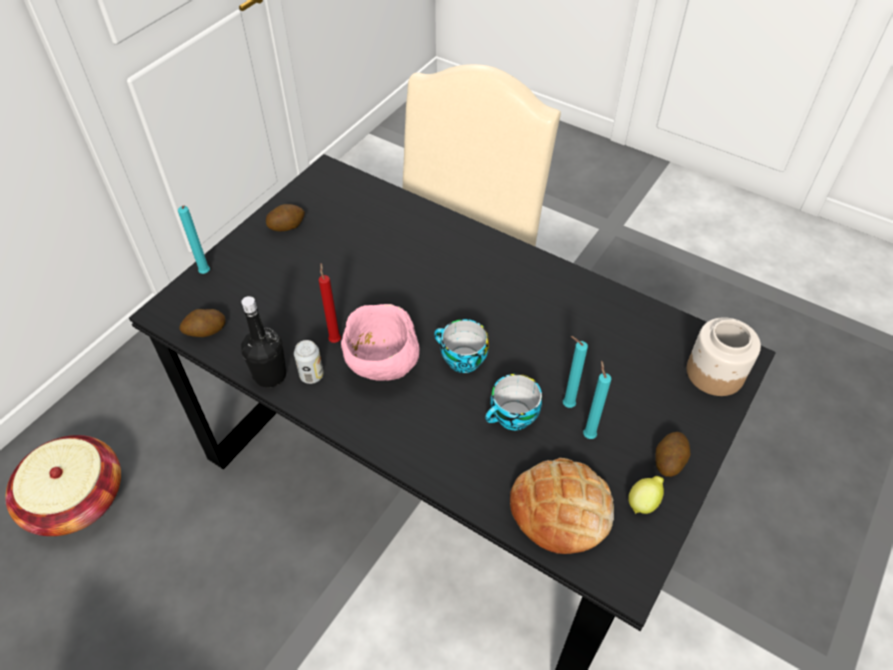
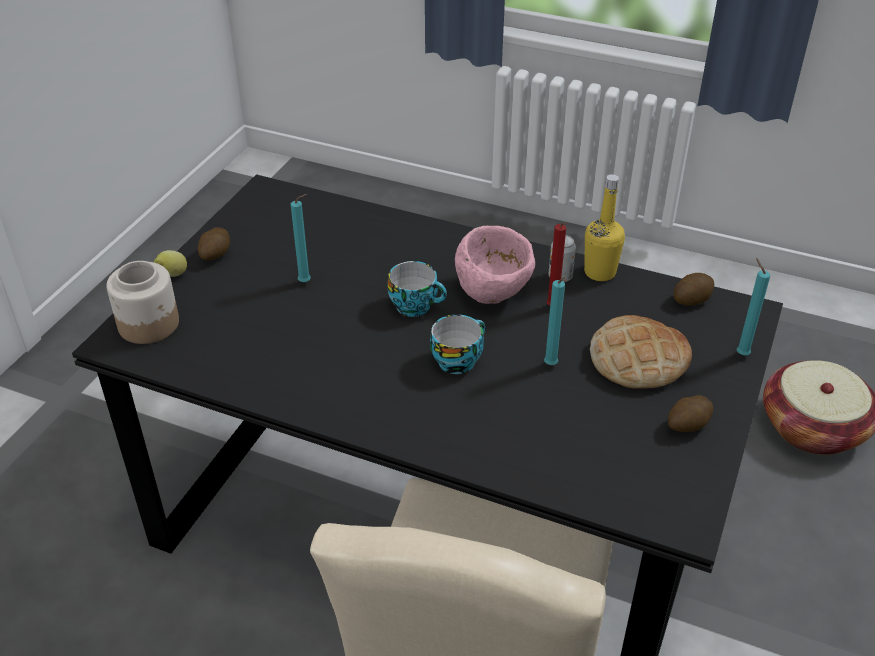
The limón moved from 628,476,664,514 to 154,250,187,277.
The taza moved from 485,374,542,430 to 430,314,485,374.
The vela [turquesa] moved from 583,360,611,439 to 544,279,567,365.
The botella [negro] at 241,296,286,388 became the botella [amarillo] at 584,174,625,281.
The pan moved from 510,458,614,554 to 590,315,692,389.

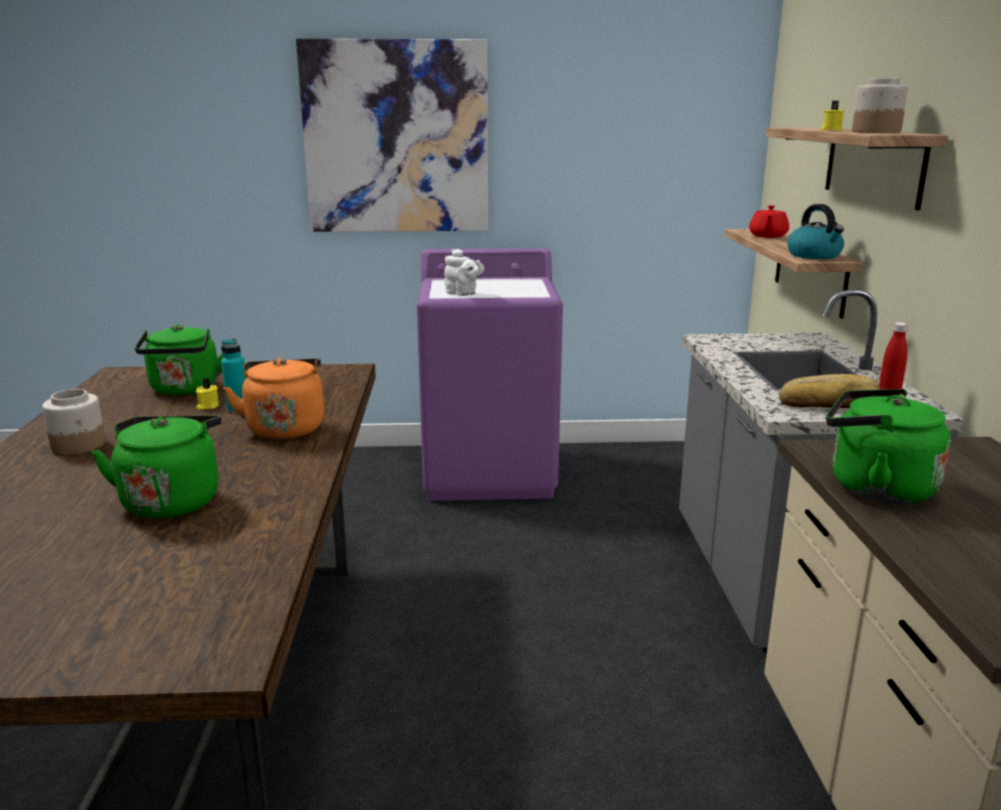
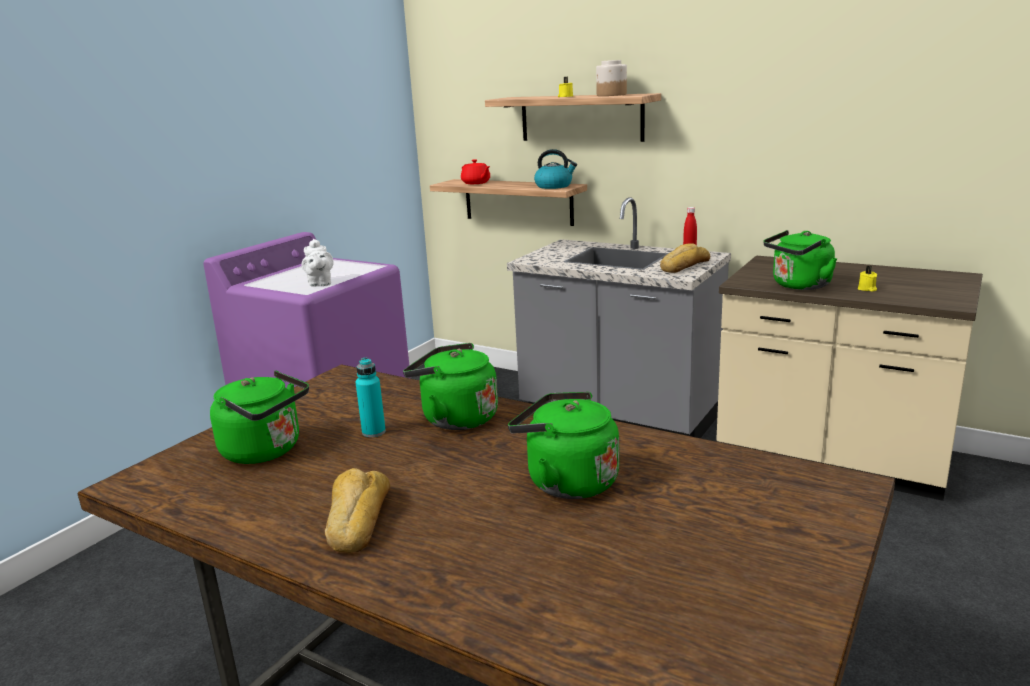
The tetera [blanco] at 444,249,484,296 turned 90 degrees clockwise.
The tarro at 42,389,106,455 was replaced by the pan at 325,468,390,553.
The hervidor [naranja] at 223,358,324,439 became the hervidor [verde] at 403,343,498,430.
The vela [amarillo] moved from 196,378,219,410 to 858,266,877,292.
The cuadro at 296,39,488,232 disappeared.

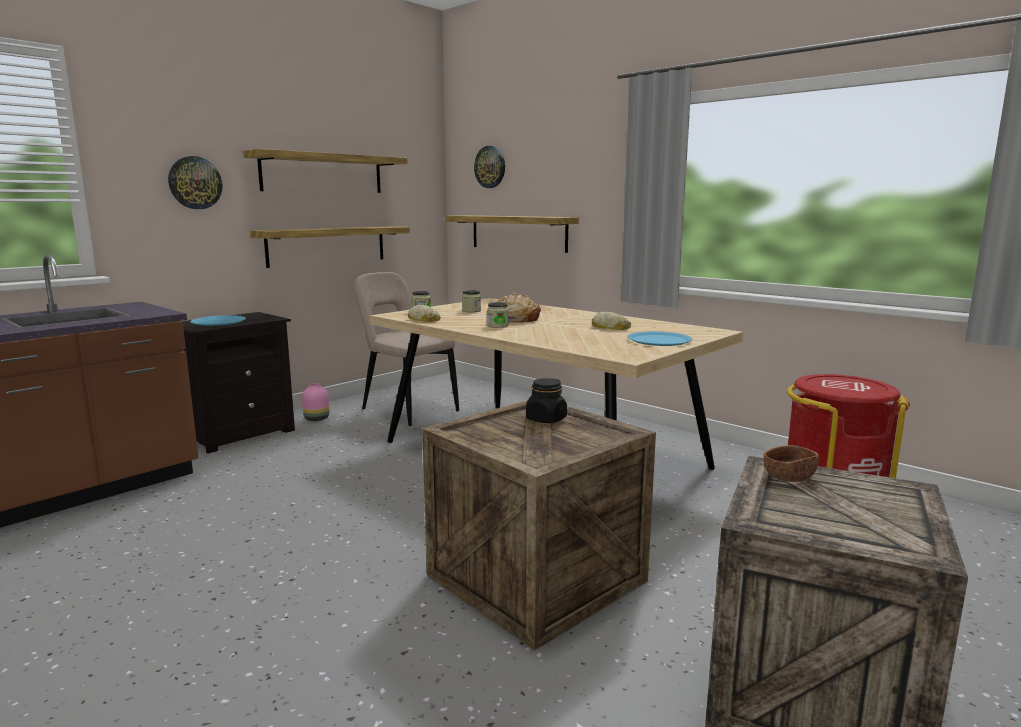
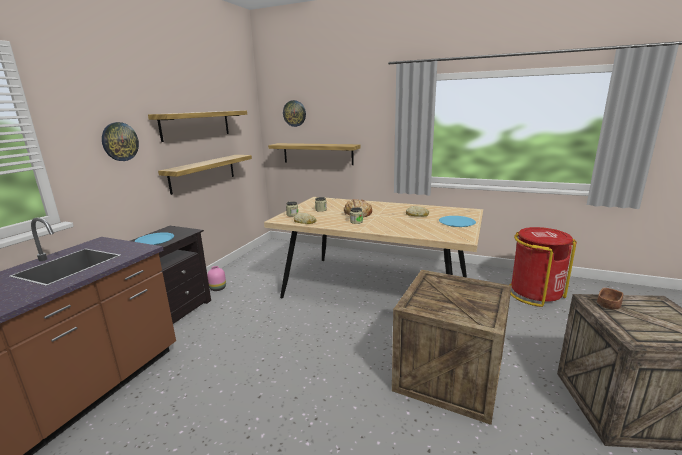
The silla [beis] at 354,272,459,426 disappeared.
The tarro [negro] at 526,378,567,423 disappeared.

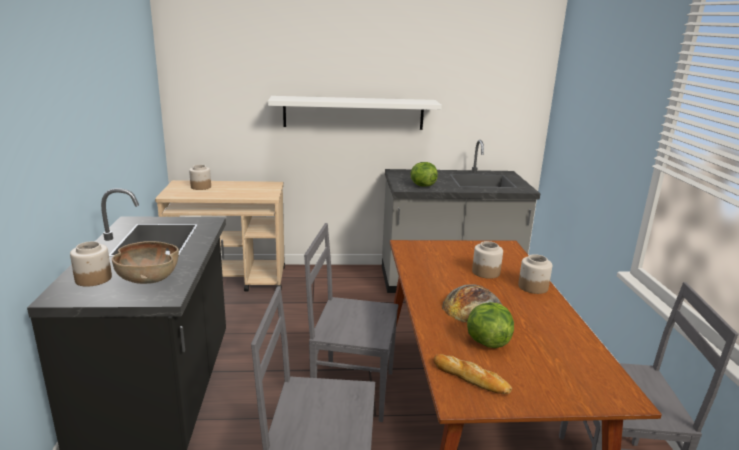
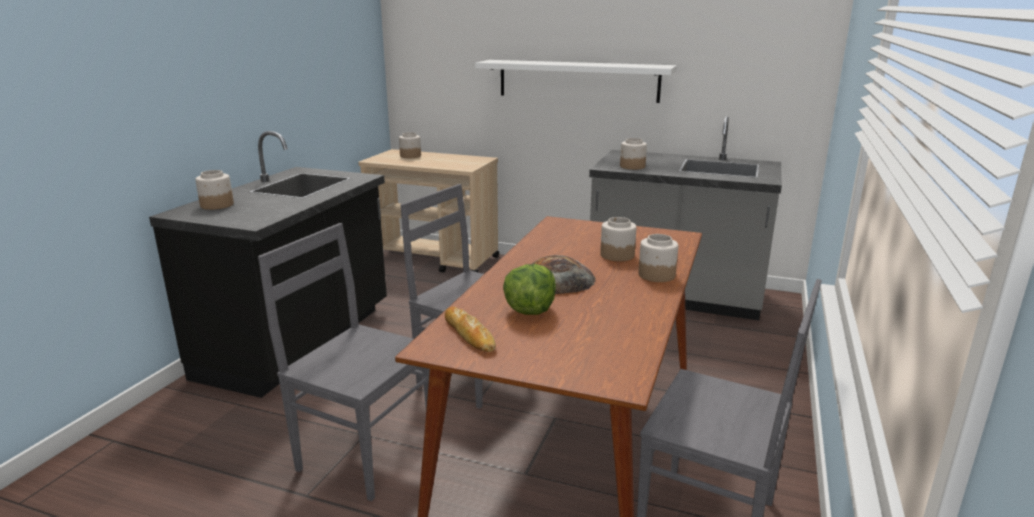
The lechuga at 410,162,438,187 was replaced by the tarro at 620,138,647,170.
The cuenco [marrón] at 112,241,179,284 disappeared.

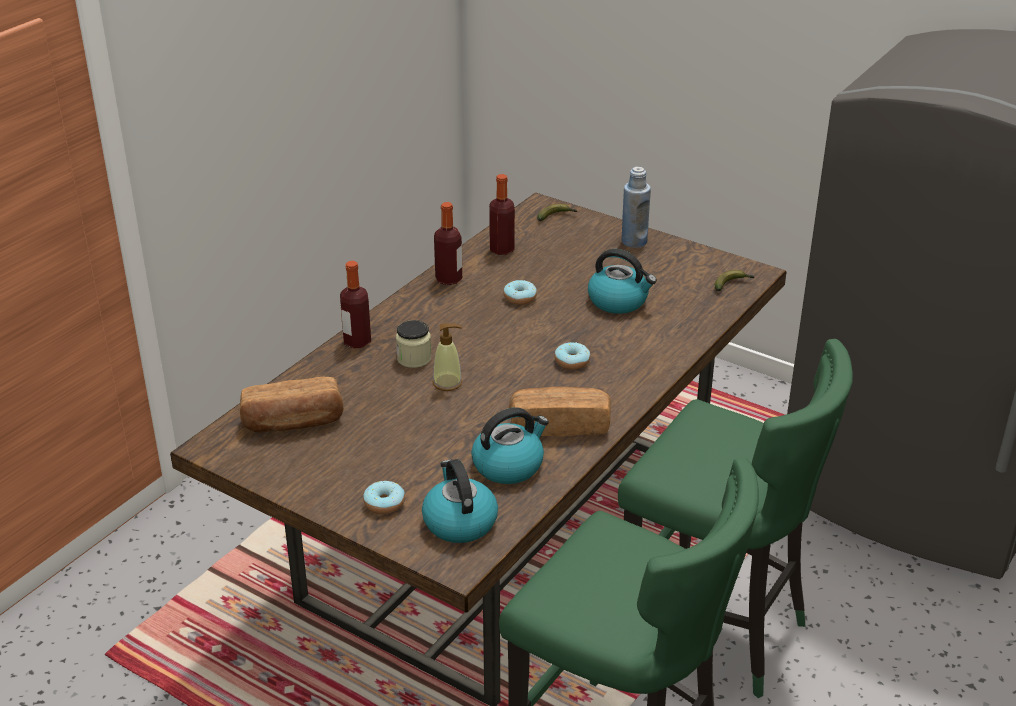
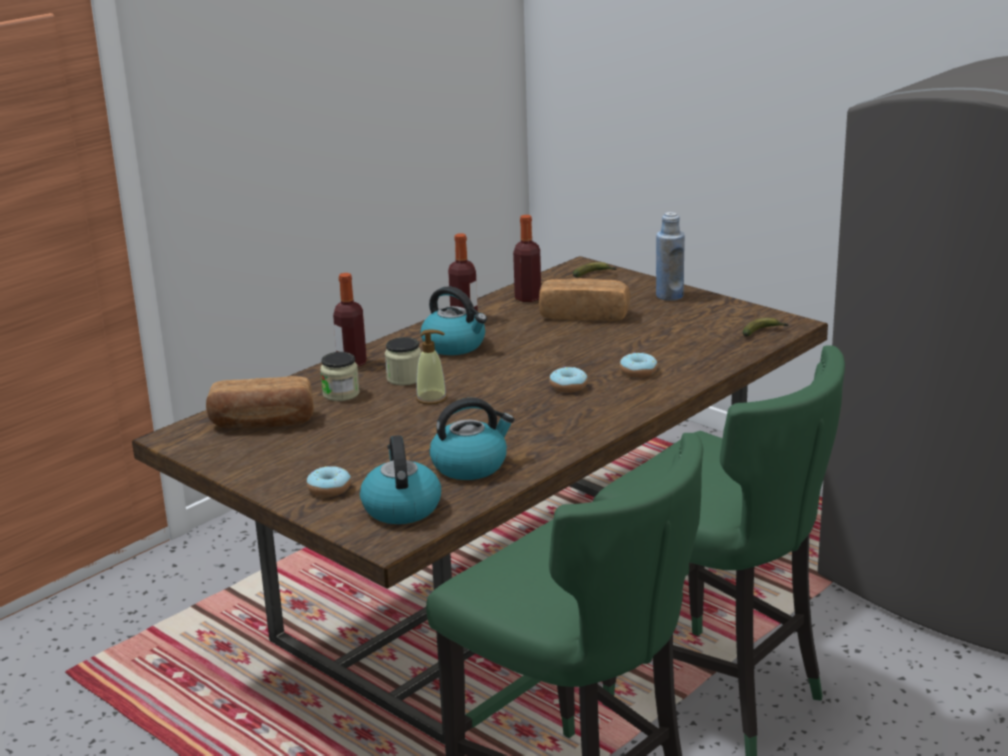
The tarro at 320,352,360,401 appeared.
The hervidor moved from 588,249,657,314 to 421,286,487,355.
The pan moved from 509,386,611,436 to 539,278,630,321.
The rosquilla moved from 503,280,537,305 to 620,352,658,378.

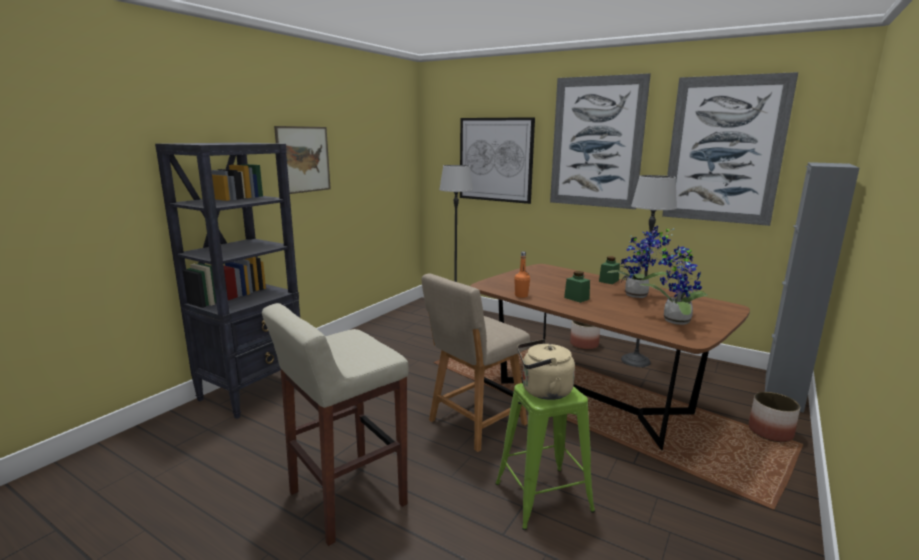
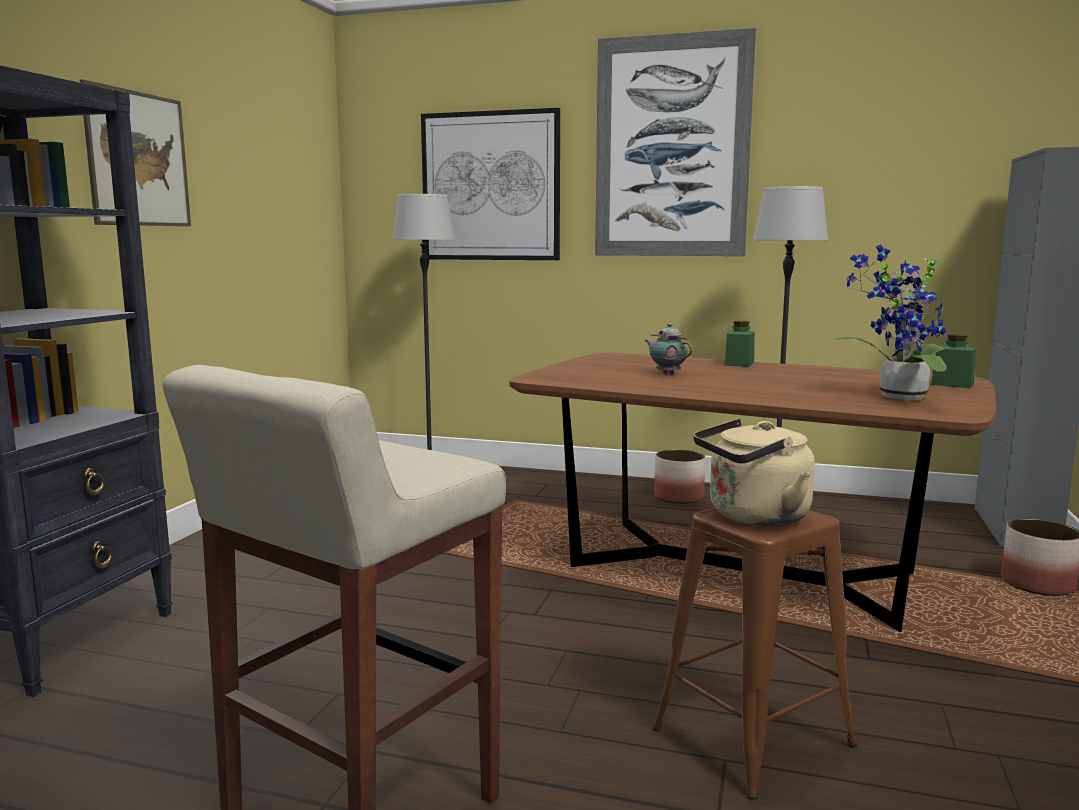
The tetera at 645,323,693,375 appeared.
The taburete [verde] at 495,383,595,530 became the taburete [marrón] at 652,508,857,800.
The tarro [verde] moved from 564,271,590,303 to 931,334,976,388.
The silla [beis] at 422,273,530,452 disappeared.
The botella [naranja] at 514,252,530,298 disappeared.
The planta en maceta at 607,226,674,298 disappeared.
The cuadro at 662,72,798,226 disappeared.

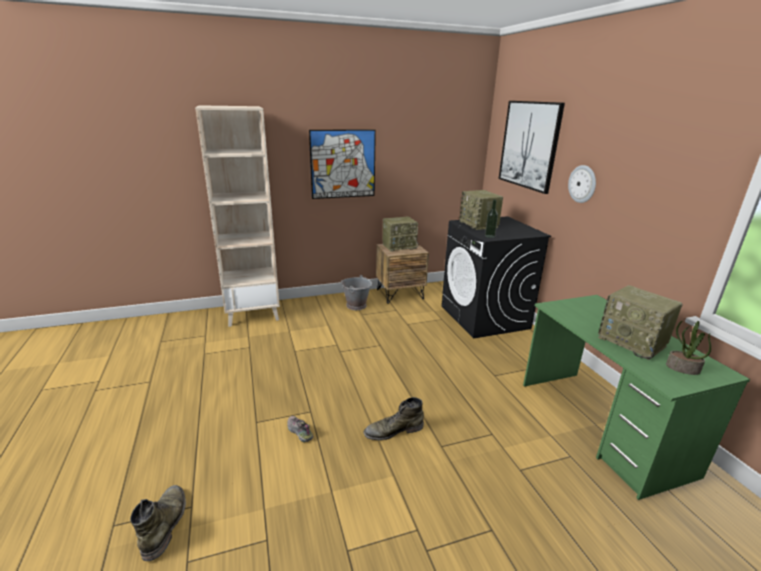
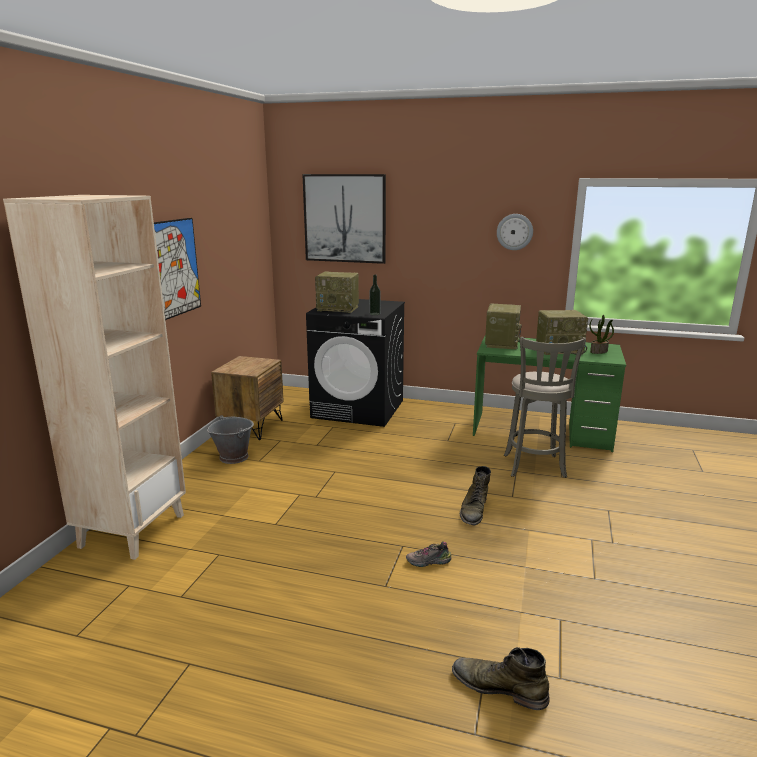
The radio moved from 382,216,419,251 to 485,304,522,349.
The reloj de pared moved from 568,165,596,203 to 497,214,533,250.
The taburete [gris] at 504,337,586,478 appeared.

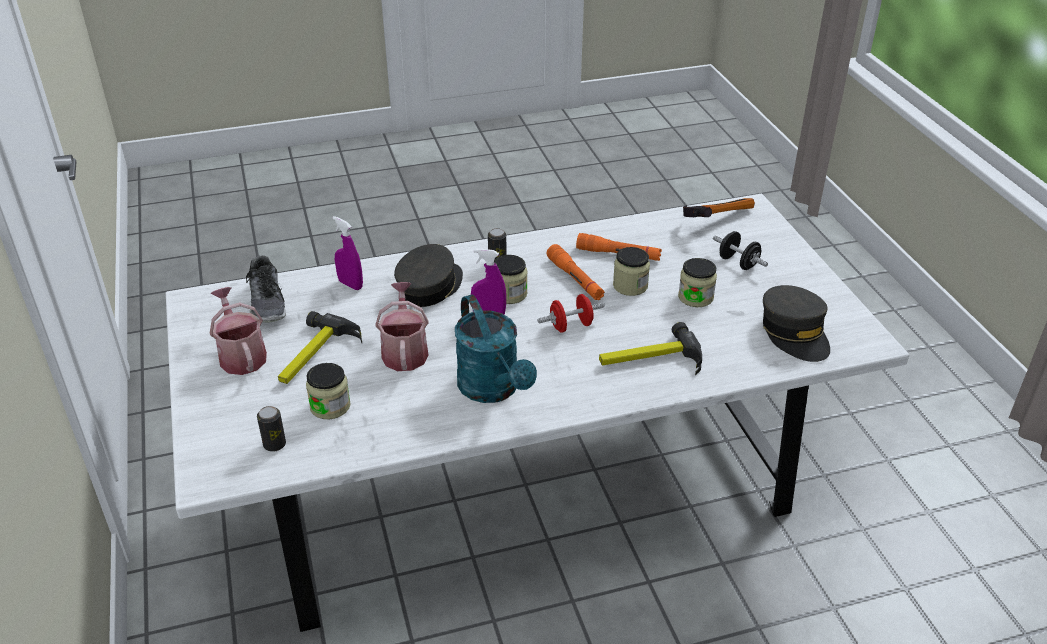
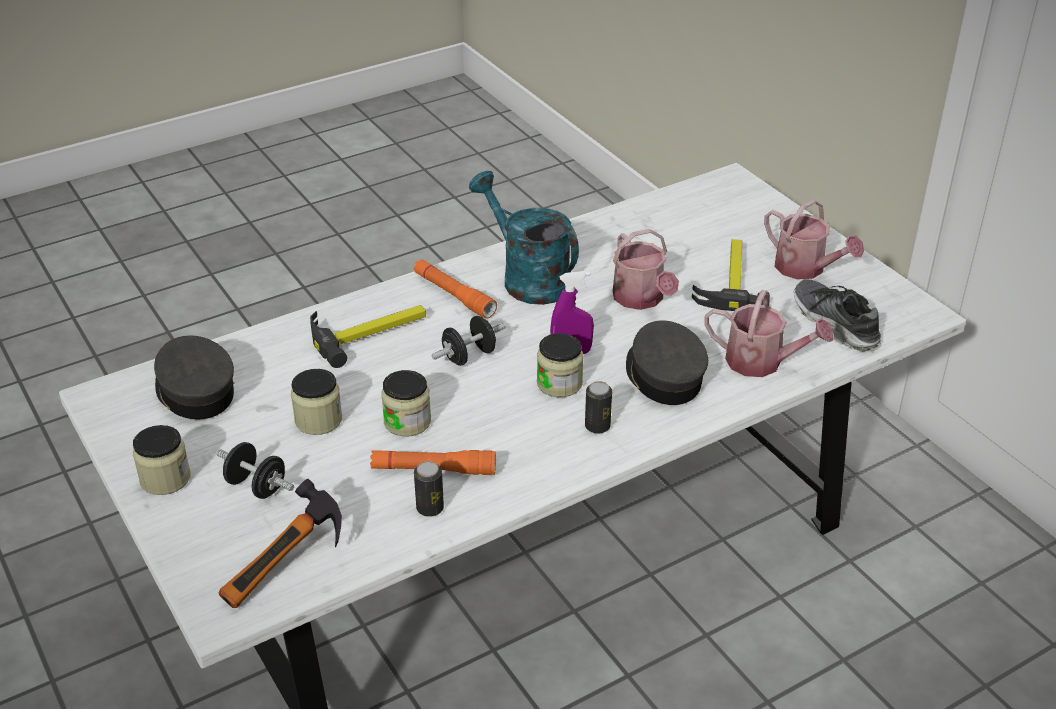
The tarro moved from 306,363,351,419 to 133,425,191,495.
The linterna [naranja] moved from 546,244,605,300 to 414,259,497,319.
The lata moved from 257,406,286,452 to 414,461,444,517.
The mancuerna [rojo] at 537,294,605,333 became the mancuerna [negro] at 431,316,506,366.
The gorra [gris] at 394,244,463,307 turned 150 degrees clockwise.
The pulverizador [morado] at 333,216,363,290 was replaced by the regadera at 704,290,834,377.

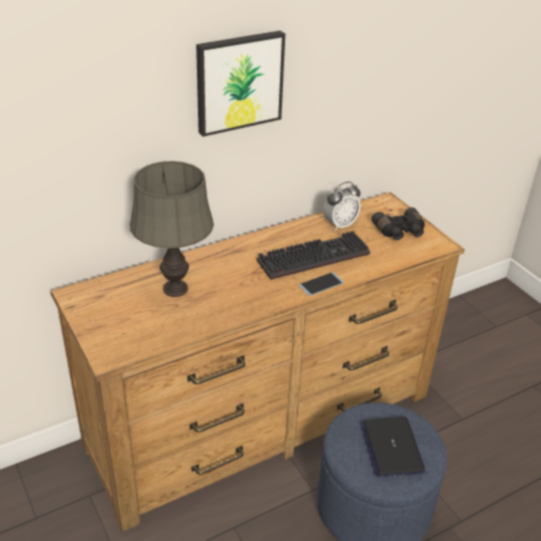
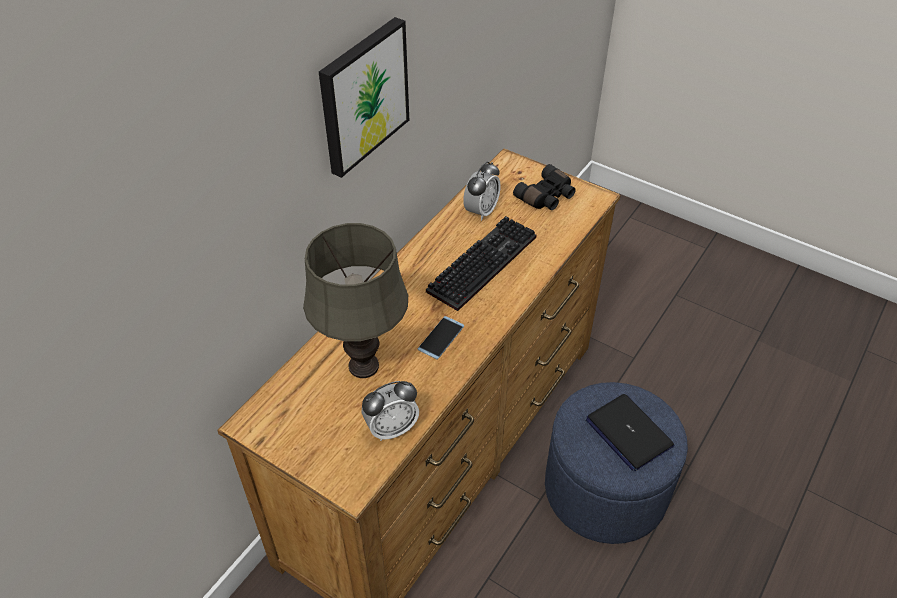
The despertador at 362,381,419,441 appeared.
The móvil moved from 299,272,344,296 to 418,316,464,360.

